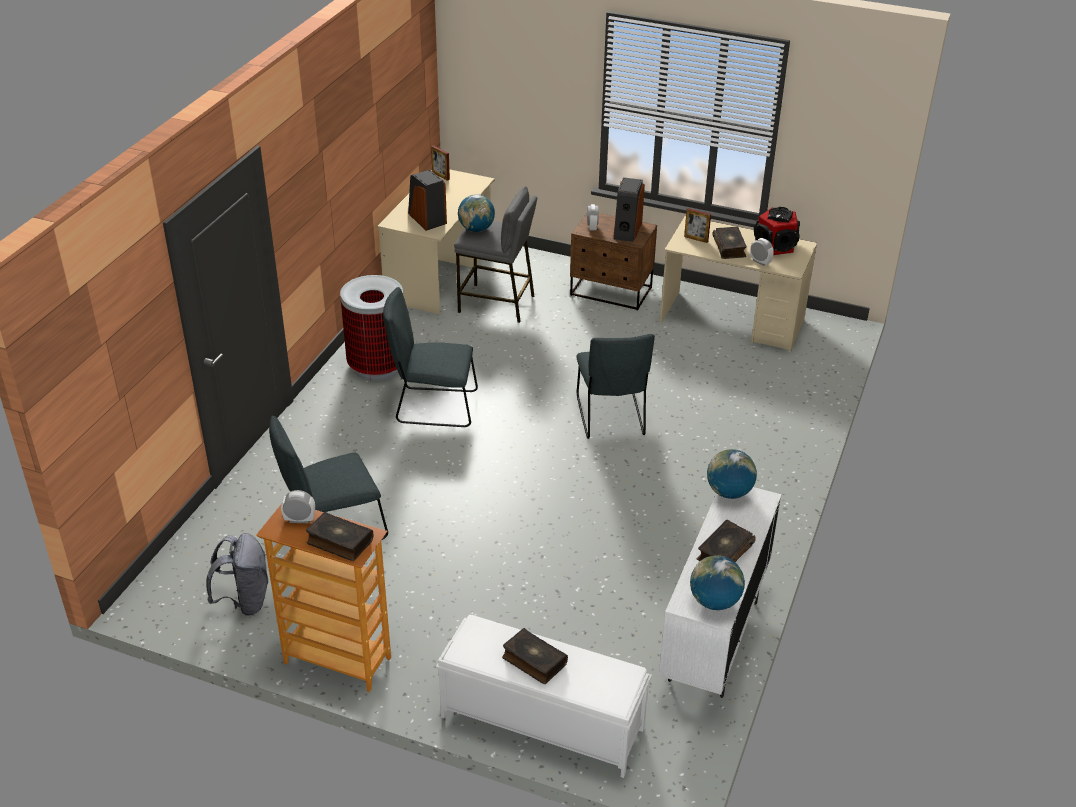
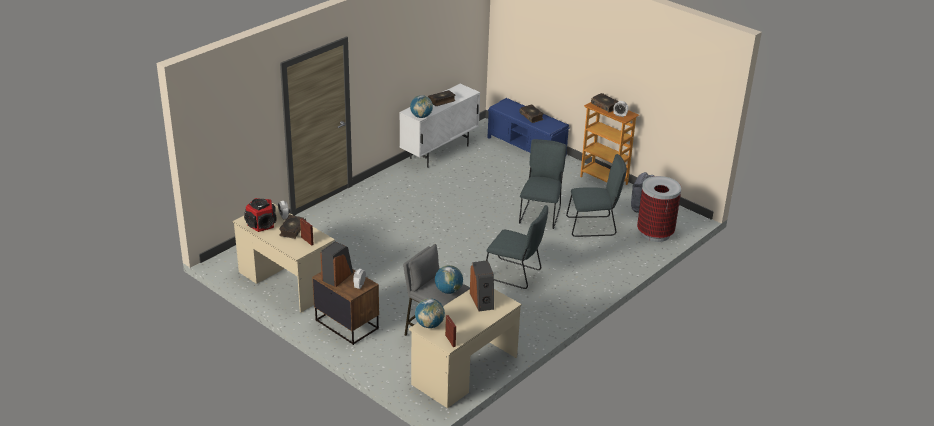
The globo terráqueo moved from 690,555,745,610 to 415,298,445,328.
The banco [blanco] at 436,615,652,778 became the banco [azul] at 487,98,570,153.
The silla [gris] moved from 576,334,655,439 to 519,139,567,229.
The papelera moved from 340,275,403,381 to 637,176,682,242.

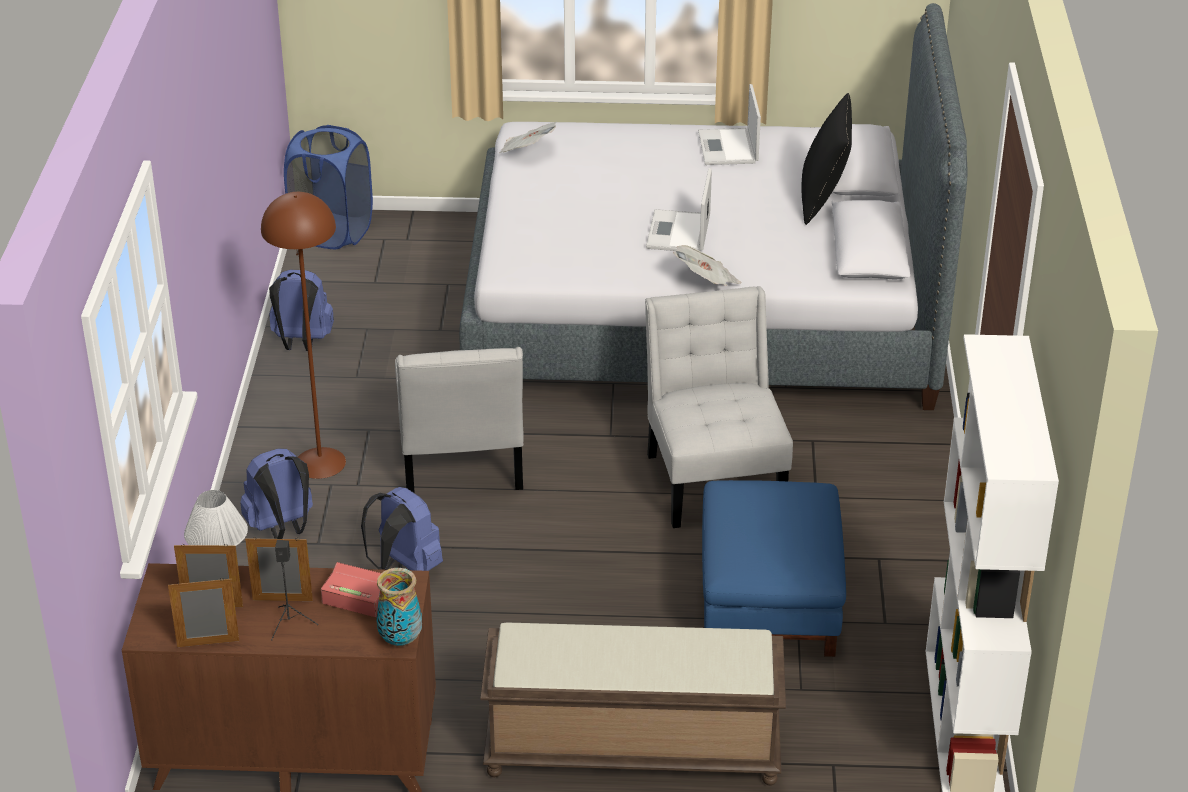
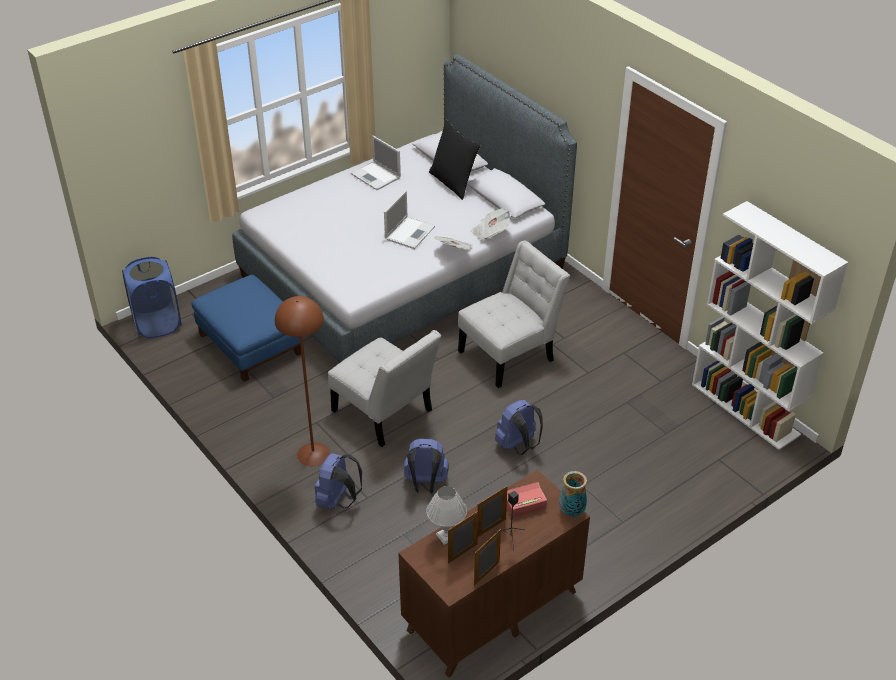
The puf [azul] moved from 702,480,846,657 to 192,275,303,382.
The portátil at 646,168,712,251 turned 120 degrees counterclockwise.
The silla [blanco] at 645,286,793,528 turned 105 degrees clockwise.
The periódico moved from 499,122,556,153 to 471,208,512,241.
The mochila [azul] moved from 269,270,334,351 to 495,400,543,455.
The banco [marrón] at 480,623,786,786 disappeared.

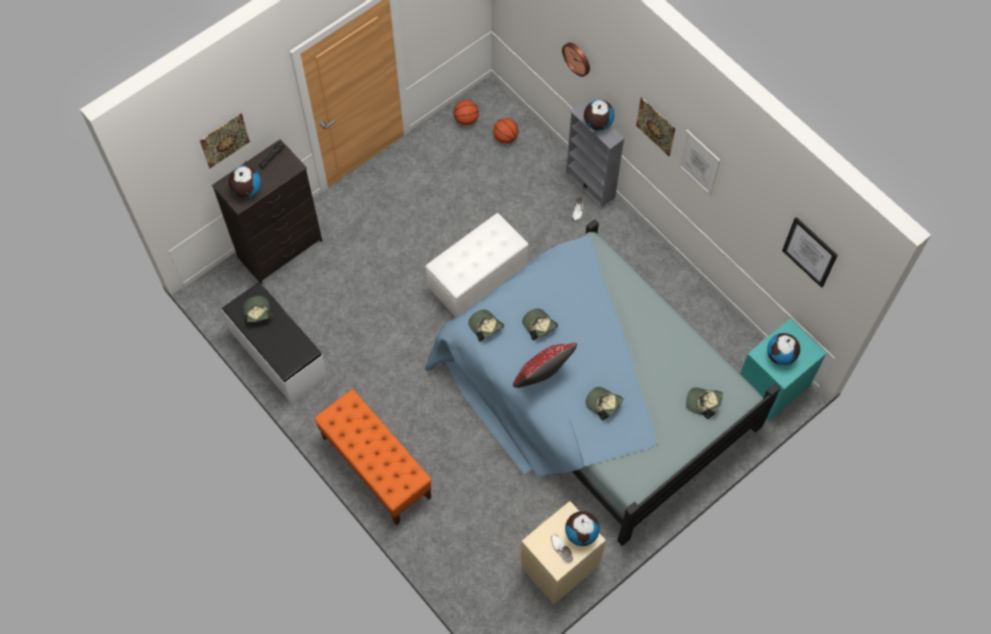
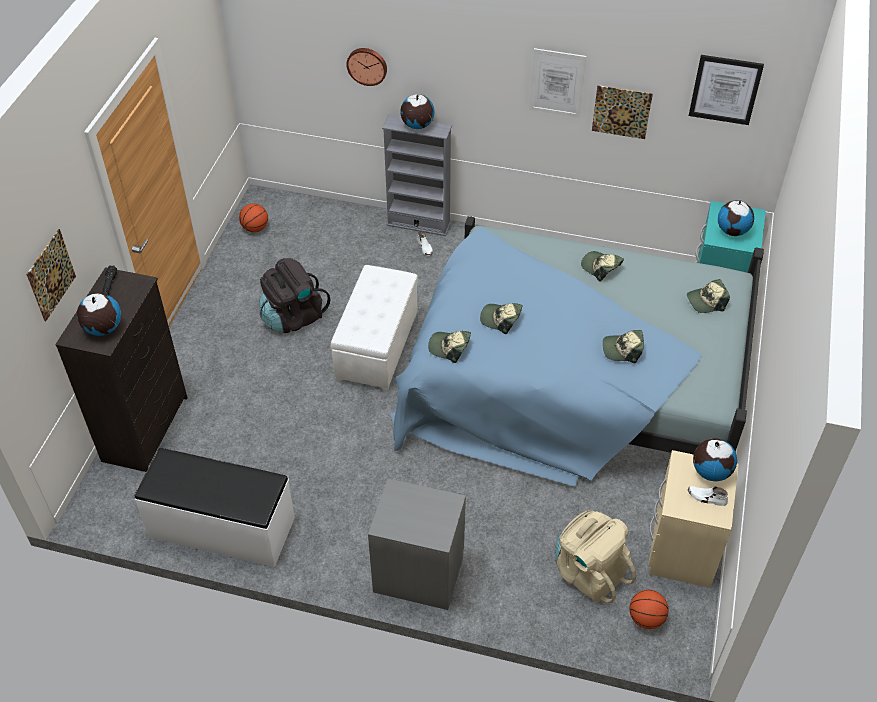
The mochila [negro] at 259,258,331,333 appeared.
The banco [naranja] at 314,389,432,525 was replaced by the mesita de noche [gris] at 368,479,466,610.
The mochila [beis] at 555,510,636,603 appeared.
The gorra moved from 243,296,274,324 to 581,251,624,281.
The cuadro moved from 636,97,676,156 to 592,85,653,139.
The balón de baloncesto moved from 493,118,519,144 to 629,590,668,629.
The cojín [rojo] at 513,343,577,388 disappeared.

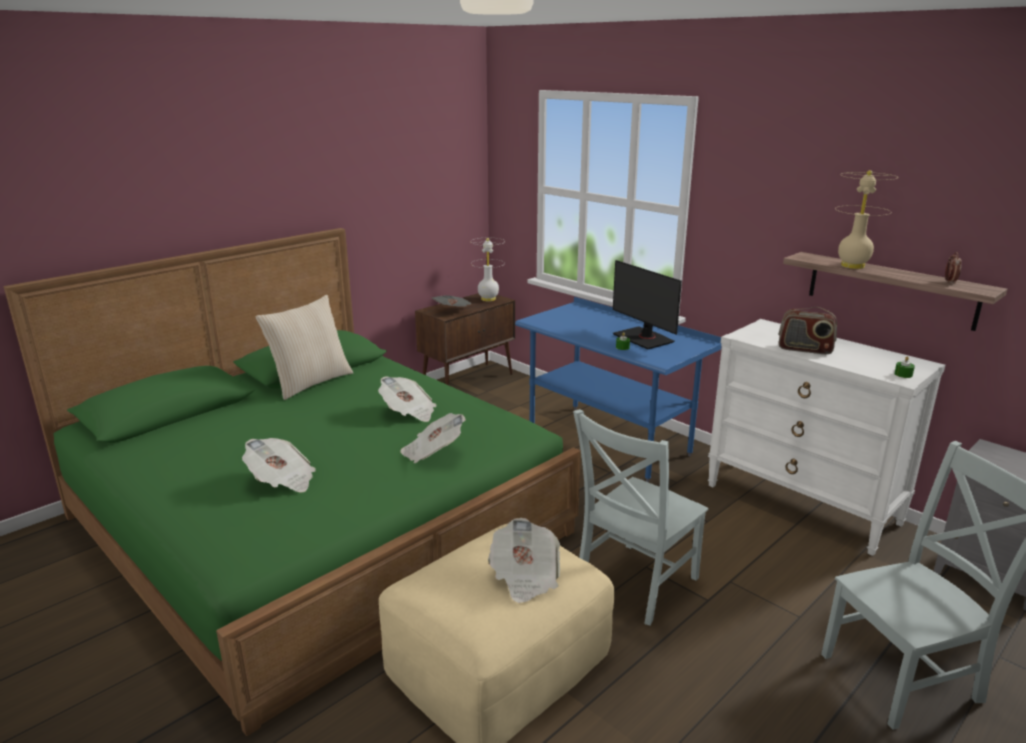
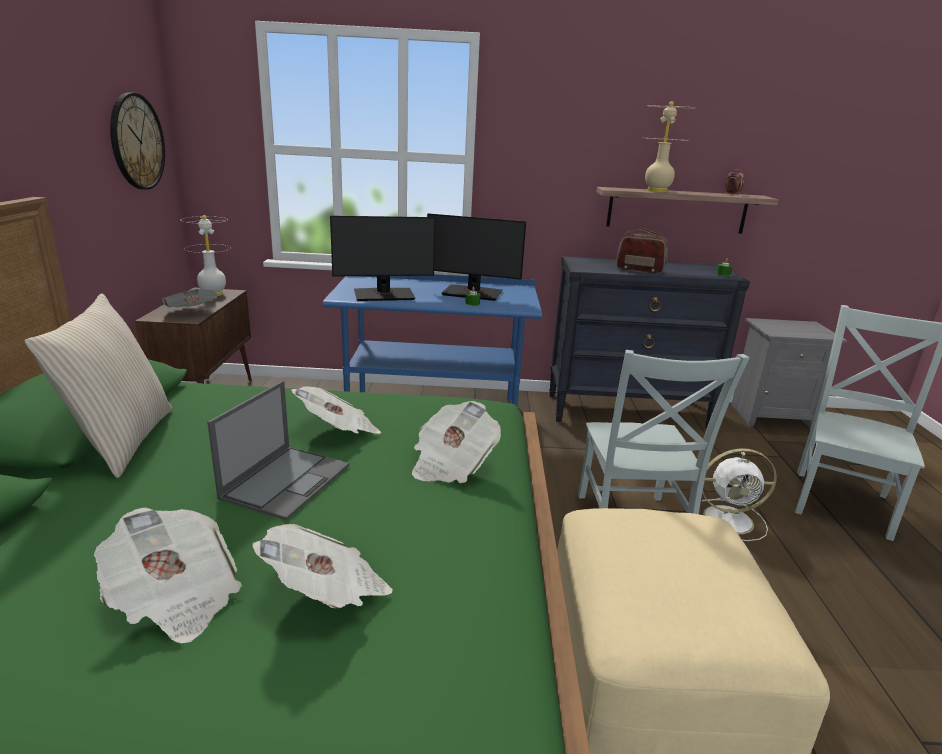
The periódico moved from 488,518,560,603 to 94,507,242,643.
The reloj de pared at 110,92,165,190 appeared.
The portátil at 207,381,349,521 appeared.
The monitor at 330,216,436,301 appeared.
The cómoda [blanco] at 708,319,945,556 became the cómoda [negro] at 549,256,750,429.
The radio at 778,307,837,354 turned 135 degrees counterclockwise.
The ventilador [blanco] at 702,448,777,541 appeared.

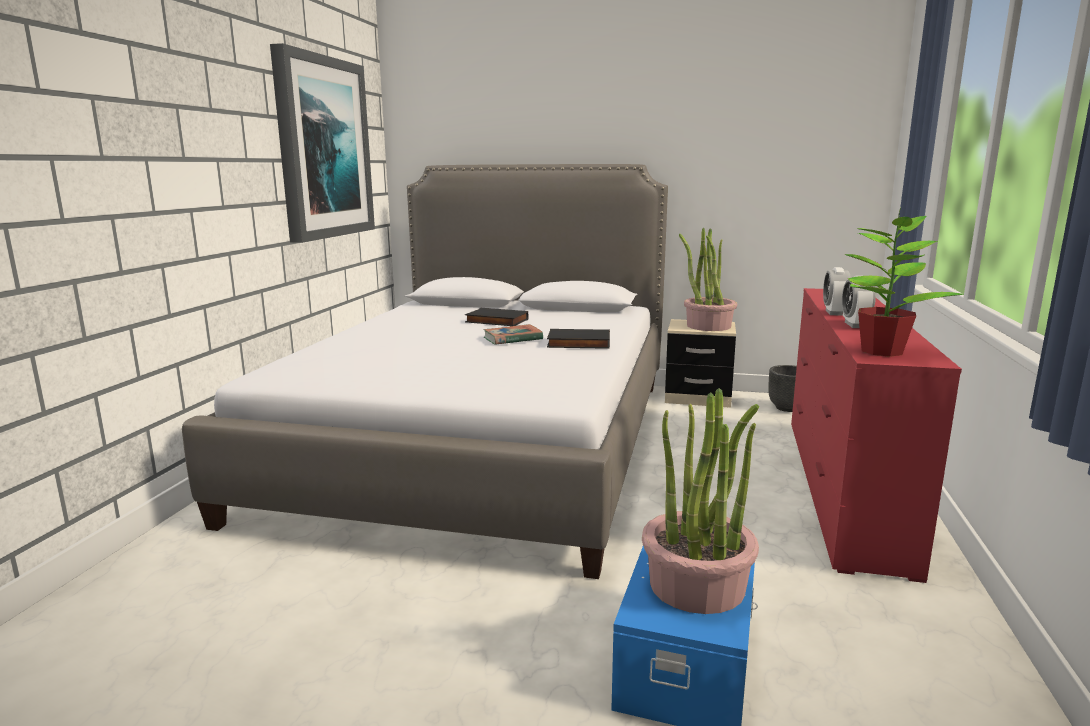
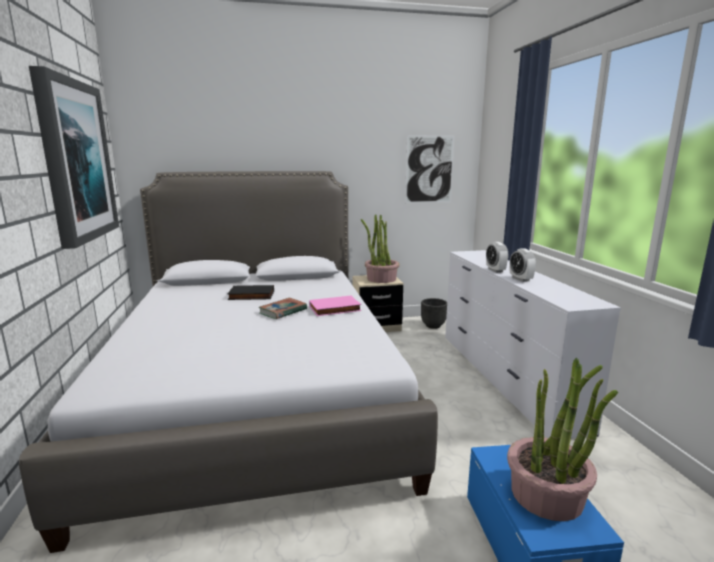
The libro [negro] at 547,329,610,349 became the libro [rosa] at 309,295,362,316.
The cuadro at 405,135,455,203 appeared.
The cómoda [rojo] at 791,288,962,583 became the cómoda [blanco] at 445,250,621,441.
The planta en maceta at 844,208,964,357 disappeared.

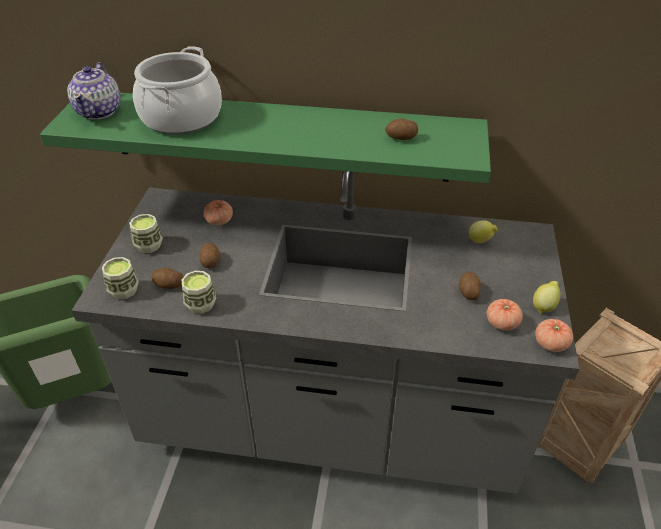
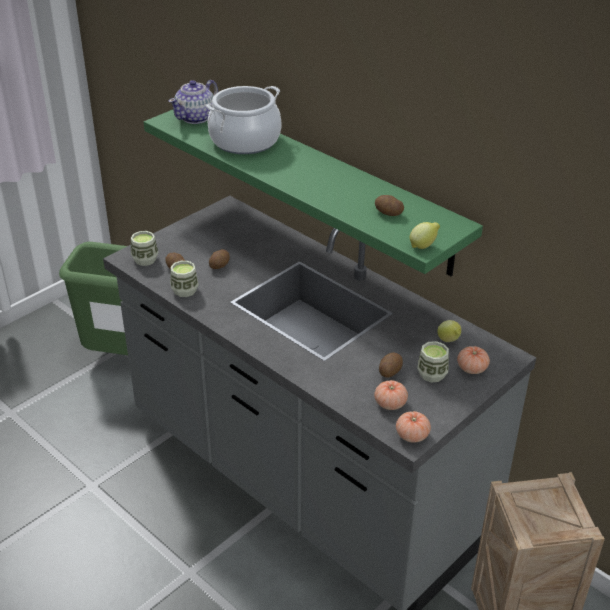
The limón moved from 533,281,560,314 to 410,222,440,249.
The taza moved from 129,214,163,253 to 417,341,449,382.
The tomate moved from 203,200,233,225 to 457,346,490,374.

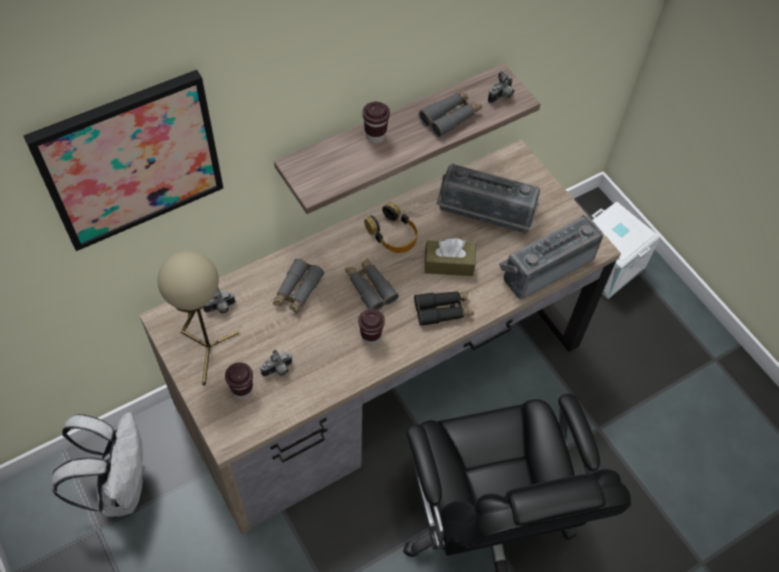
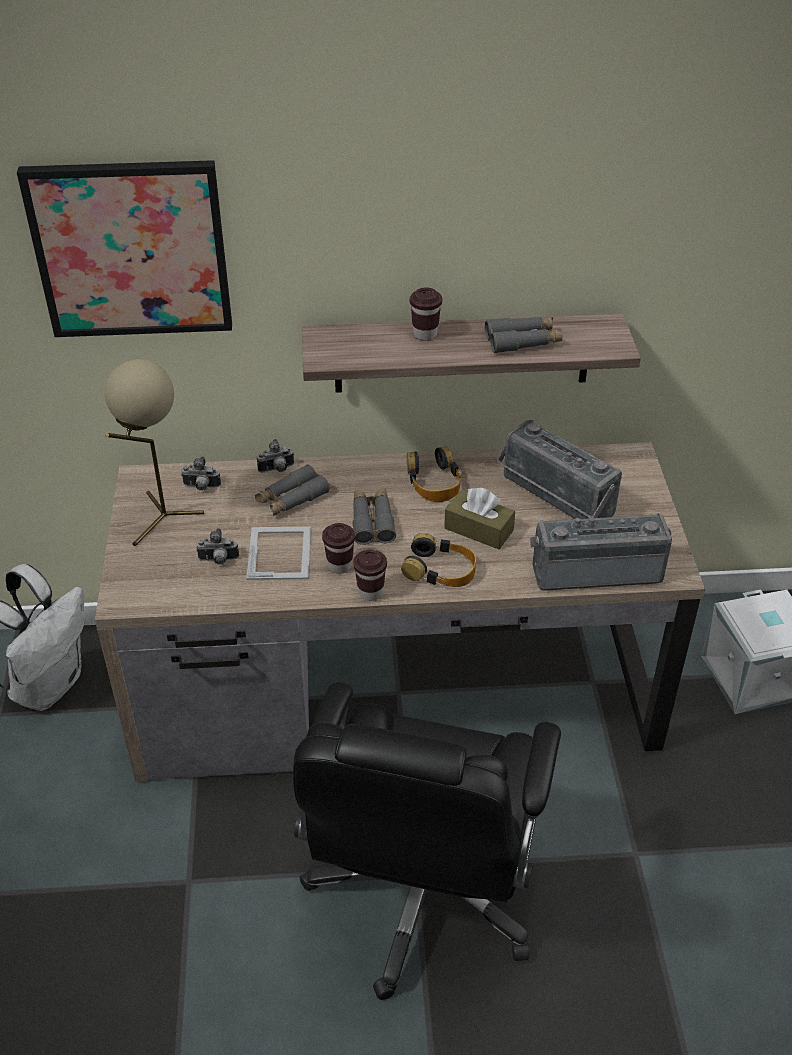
The portarretratos at 246,527,311,580 appeared.
The cámara moved from 488,71,514,103 to 257,439,294,472.
The taza [marrón] moved from 225,362,253,399 to 353,550,387,601.
The prismáticos [negro] at 414,291,474,326 was replaced by the auriculares at 401,533,476,587.

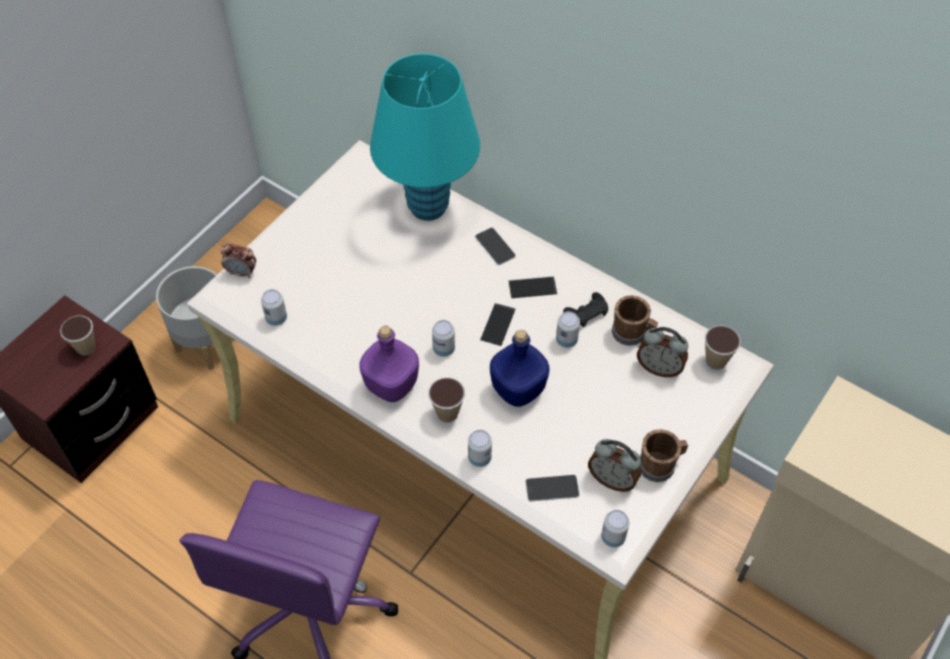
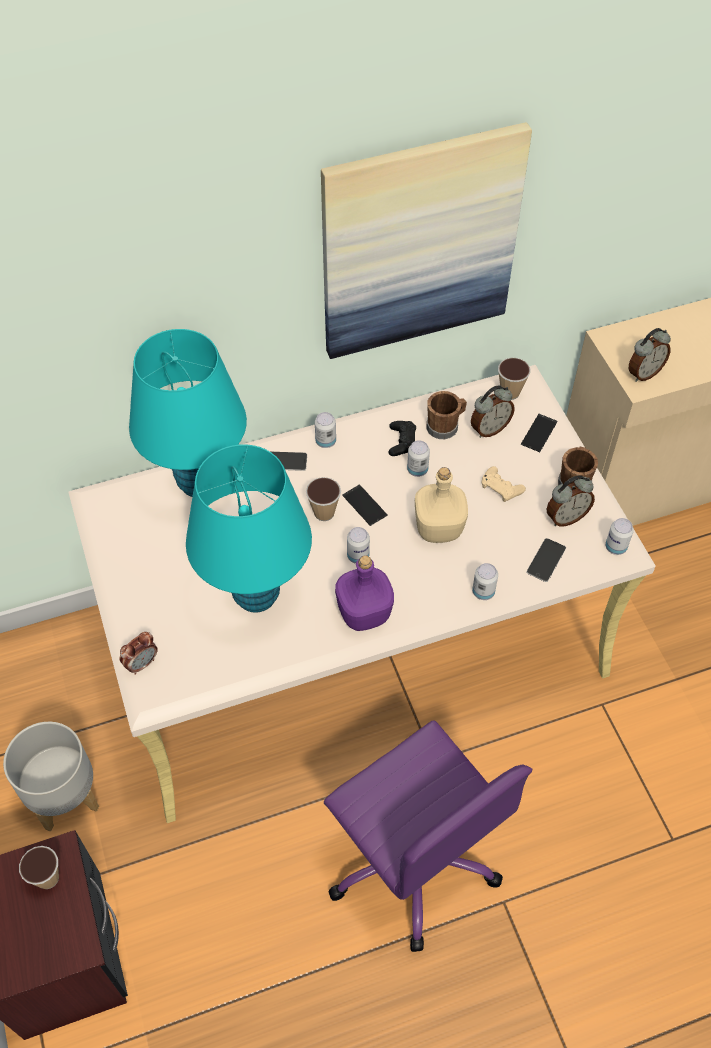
The lámpara de mesa [turquesa] at 186,444,312,613 appeared.
The taza moved from 428,378,465,423 to 306,477,341,521.
The lata moved from 261,289,287,326 to 315,412,336,448.
The cuadro at 321,122,532,359 appeared.
The botella [azul] at 490,330,550,407 became the botella [beis] at 415,467,468,543.
The mando de consola [beis] at 482,466,526,502 appeared.
The móvil moved from 509,277,557,298 to 521,414,558,452.
The despertador at 629,328,671,382 appeared.

